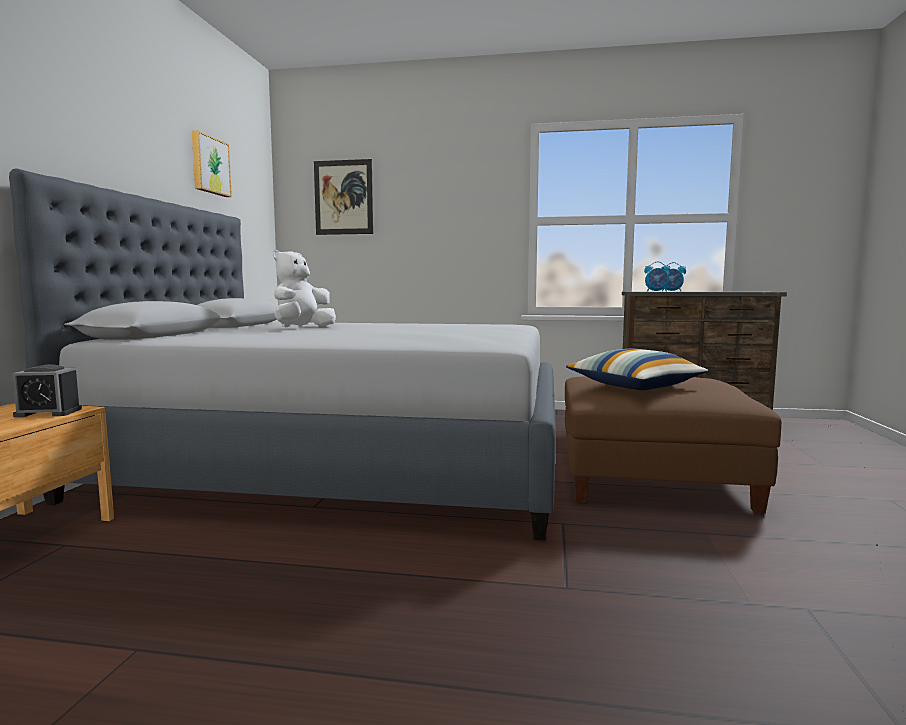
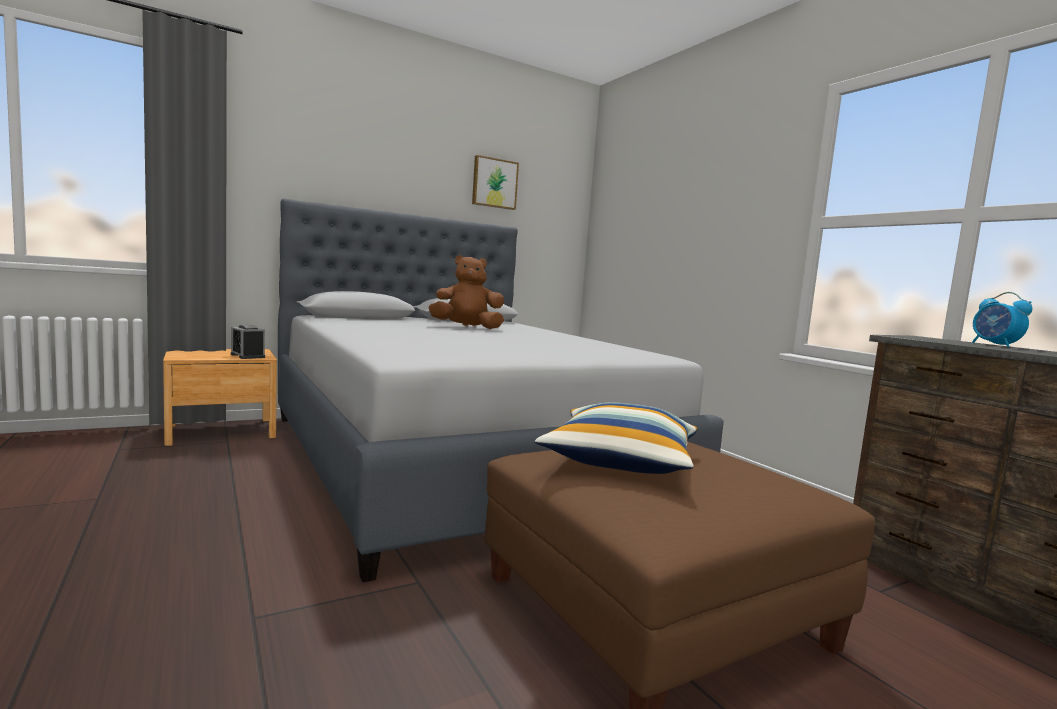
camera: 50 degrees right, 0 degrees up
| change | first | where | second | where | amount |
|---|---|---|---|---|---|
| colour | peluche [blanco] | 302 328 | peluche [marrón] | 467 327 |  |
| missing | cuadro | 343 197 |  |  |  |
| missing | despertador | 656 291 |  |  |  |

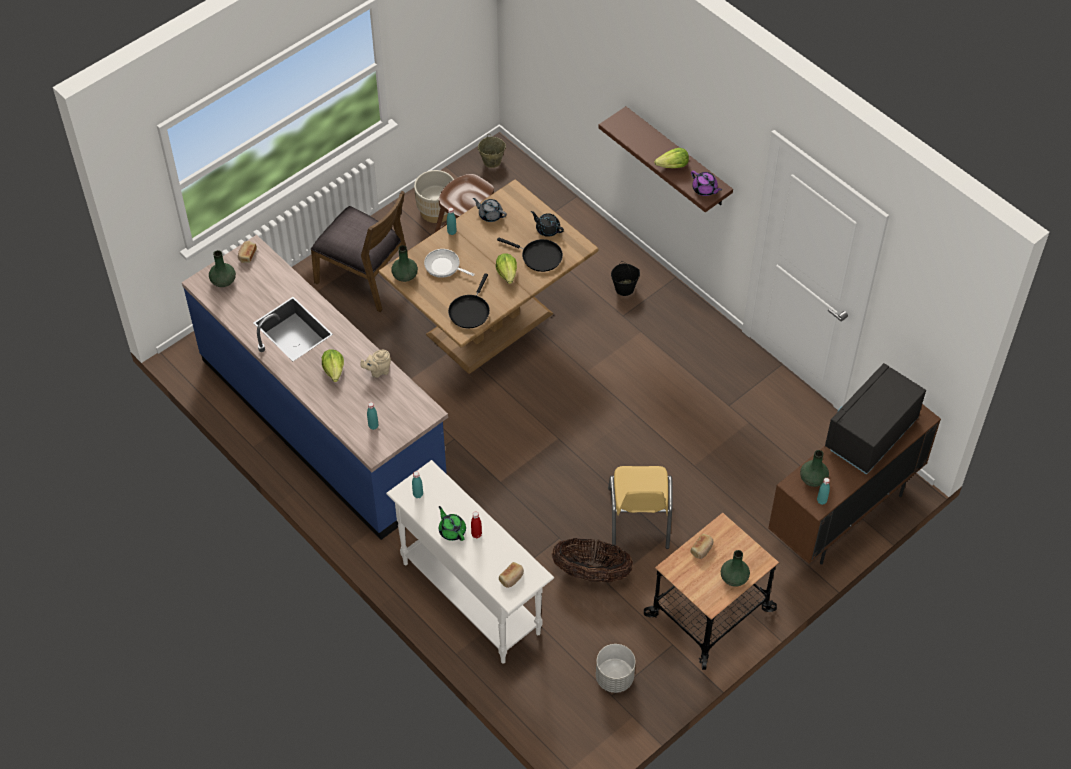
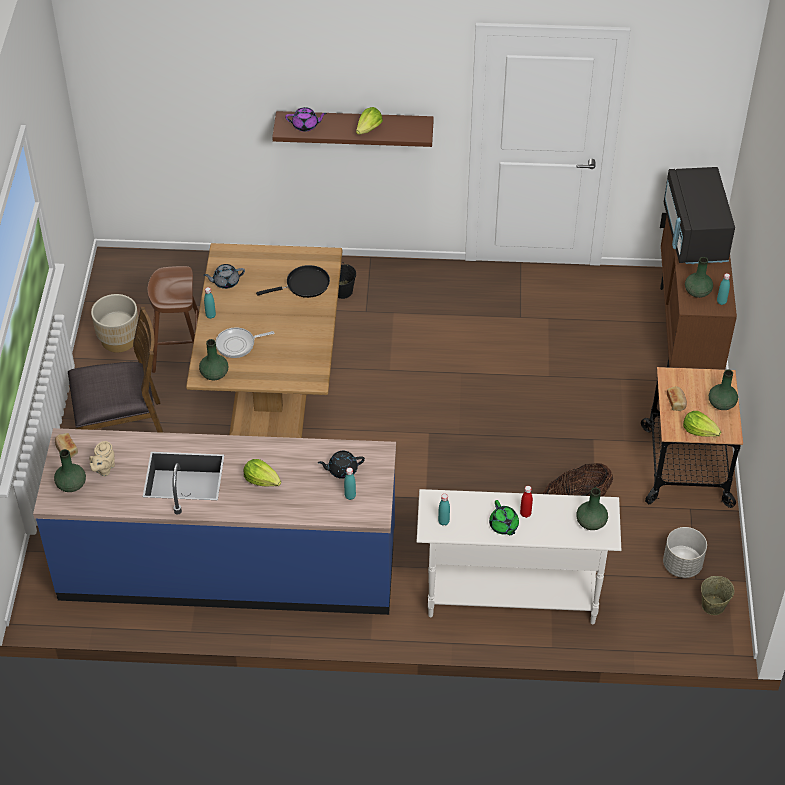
camera: 45 degrees left, 5 degrees down
| change | first | where | second | where | amount |
|---|---|---|---|---|---|
| relocated | tetera [beis] | 378 371 |  | 104 469 |  |
| spun | tetera [verde] | 452 530 |  | 503 526 | 120 degrees counterclockwise |
| missing | sartén [negro] | 470 311 |  |  |  |
| relocated | cubo [beis] | 491 161 |  | 713 606 |  |
| relocated | lechuga | 507 274 |  | 700 431 |  |
| exchanged | pan | 511 578 | florero [verde] | 591 522 |  |
| relocated | tetera [negro] | 547 229 |  | 342 470 |  |
| missing | silla [amarillo] | 639 518 |  |  |  |
| relocated | tetera [morado] | 705 189 |  | 305 125 |  |

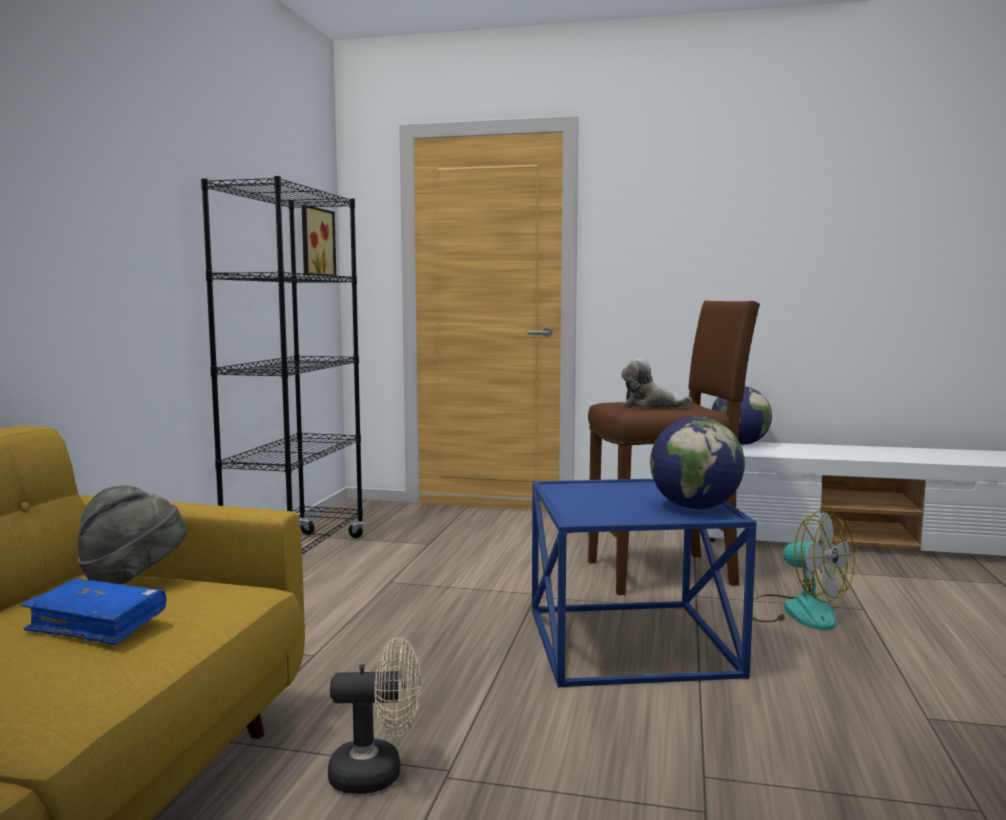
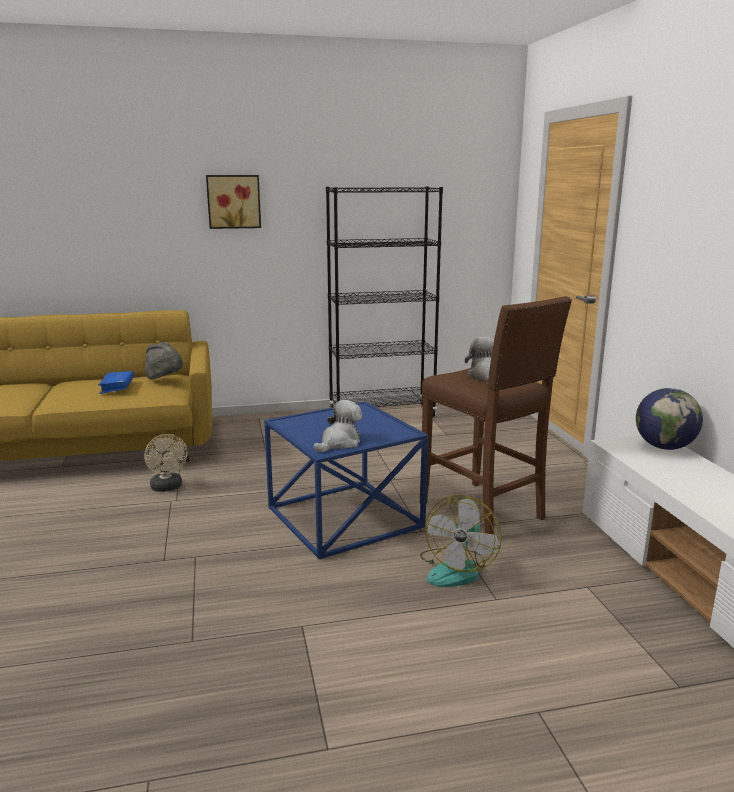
camera: 65 degrees right, 10 degrees up
| change | first | where | second | where | amount |
|---|---|---|---|---|---|
| relocated | cuadro | 315 242 |  | 233 201 |  |
| exchanged | globo terráqueo | 695 508 | peluche | 339 443 |  |

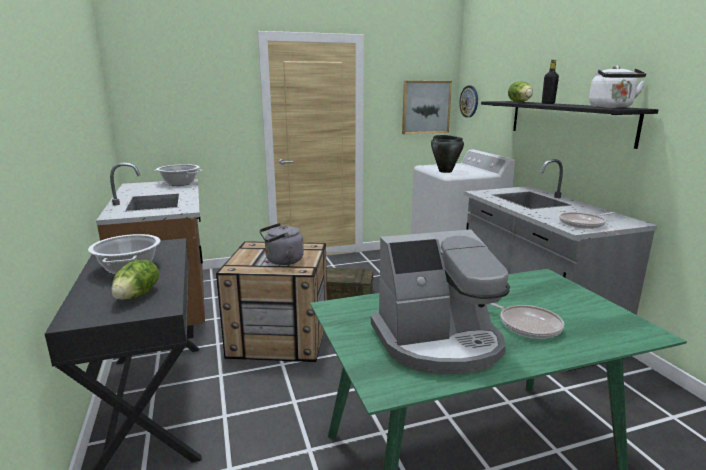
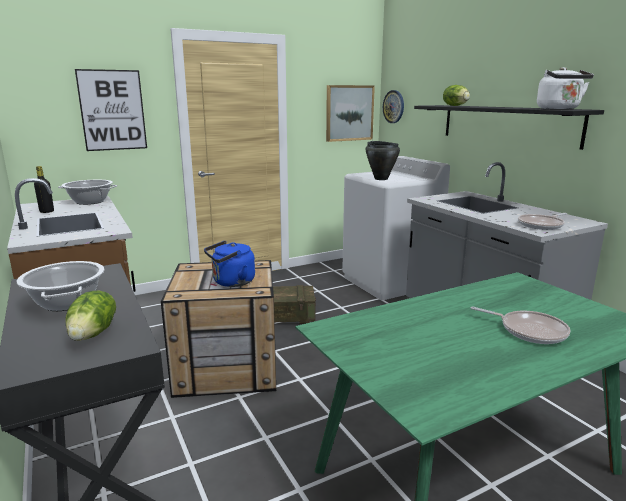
camera: 10 degrees left, 0 degrees up
| change | first | where | second | where | amount |
|---|---|---|---|---|---|
| colour | hervidor [gris] | 282 261 | hervidor [azul] | 231 282 |  |
| missing | cafetera | 438 342 |  |  |  |
| relocated | botella [negro] | 548 103 |  | 47 211 |  |
| appeared |  |  | cuadro | 112 110 |  |

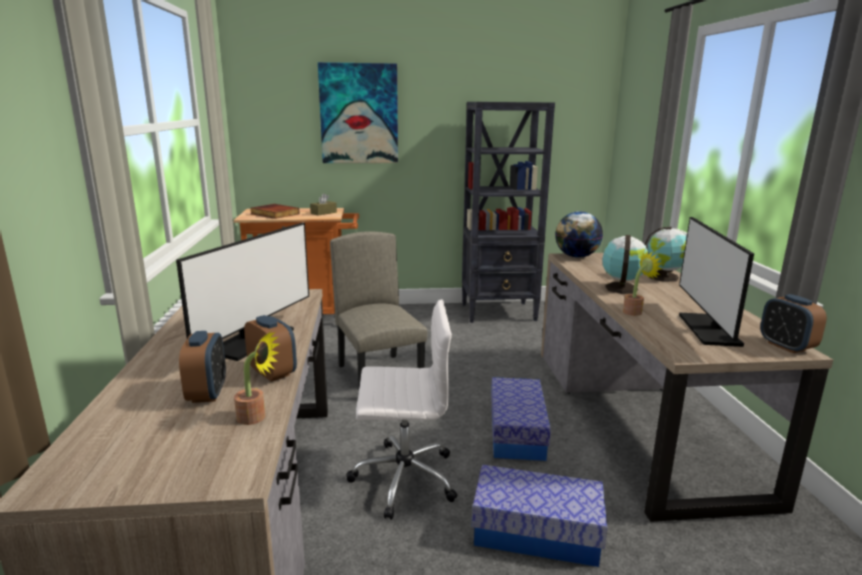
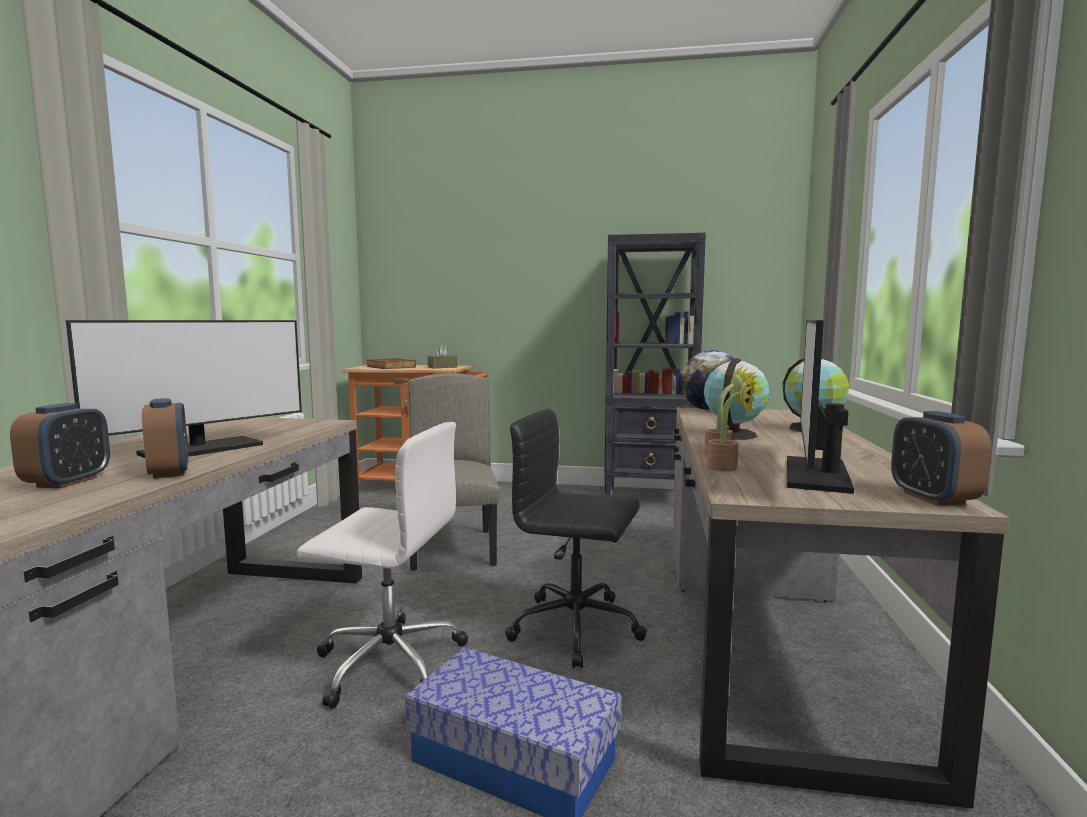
camera: 15 degrees right, 10 degrees down
| change | first | where | second | where | amount |
|---|---|---|---|---|---|
| relocated | planta en maceta | 256 418 |  | 728 468 |  |
| missing | cuadro | 359 114 |  |  |  |
| exchanged | caja de almacenaje | 516 432 | silla de oficina [negro] | 578 628 |  |

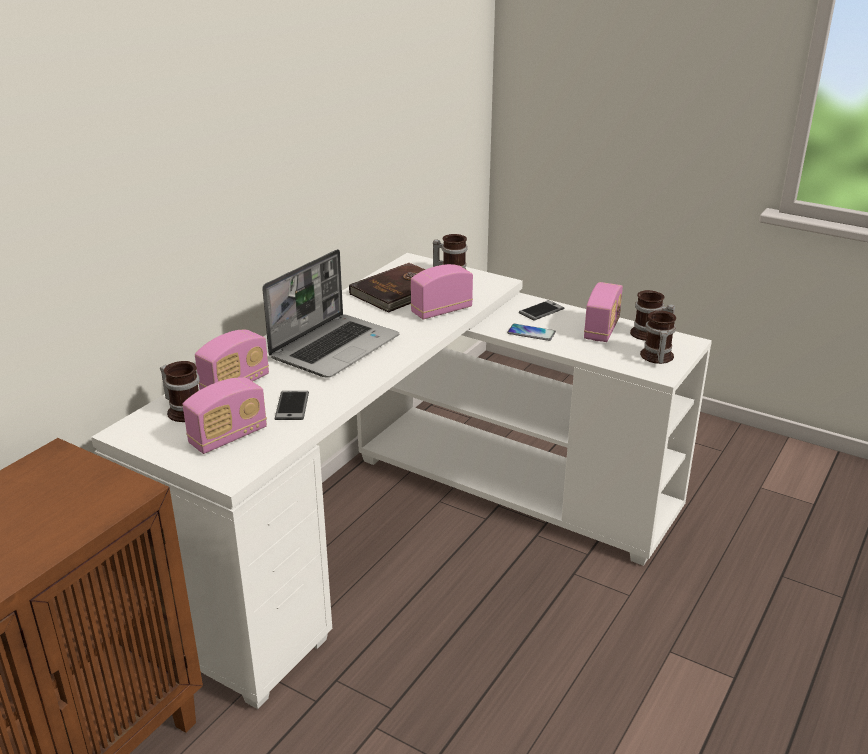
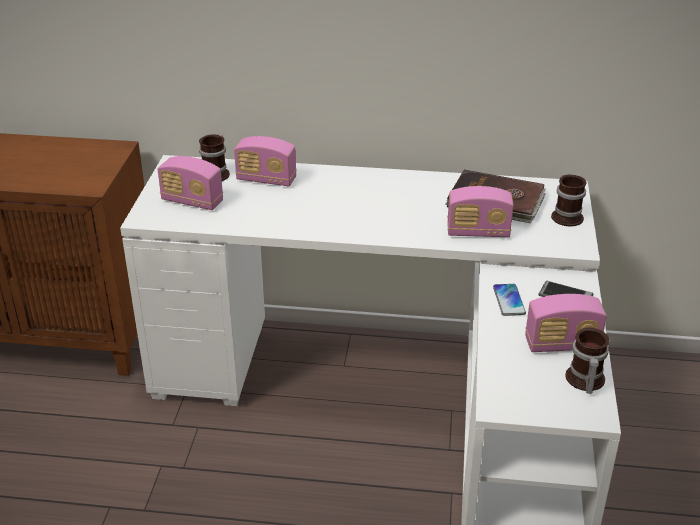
camera: 65 degrees right, 5 degrees up
| change | first | where | second | where | amount |
|---|---|---|---|---|---|
| missing | portátil | 335 347 |  |  |  |
| missing | móvil | 292 406 |  |  |  |
| spun | radio | 441 311 |  | 478 232 | 150 degrees clockwise |
| missing | taza grande | 655 357 |  |  |  |

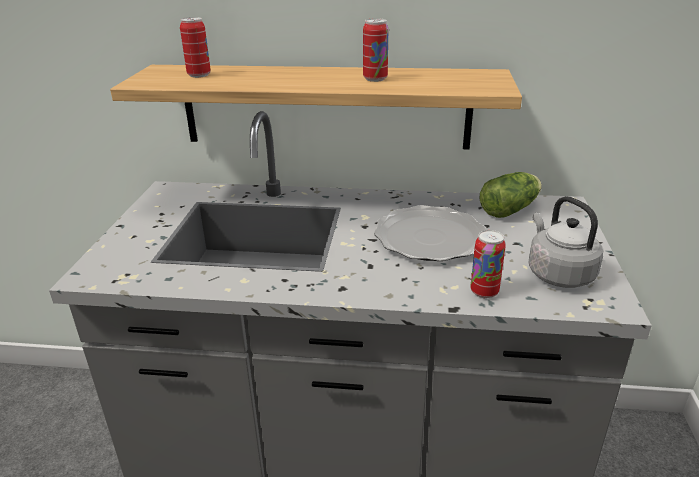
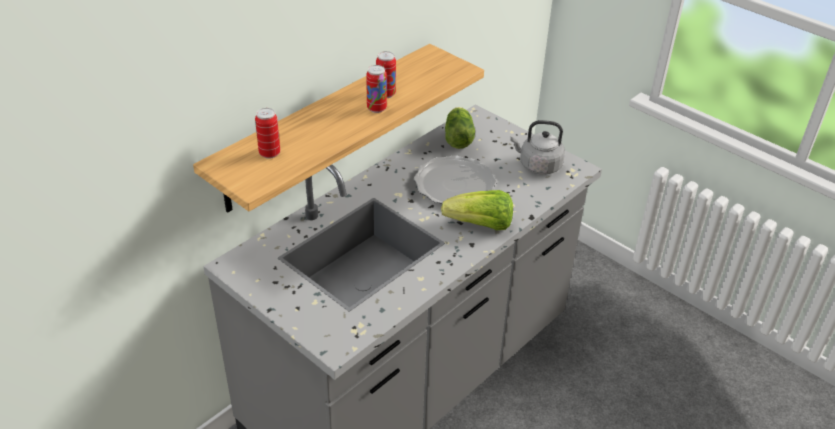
camera: 55 degrees left, 10 degrees up
| change | first | where | second | where | amount |
|---|---|---|---|---|---|
| relocated | lata | 484 292 |  | 376 108 |  |
| appeared |  |  | lechuga | 480 225 |  |

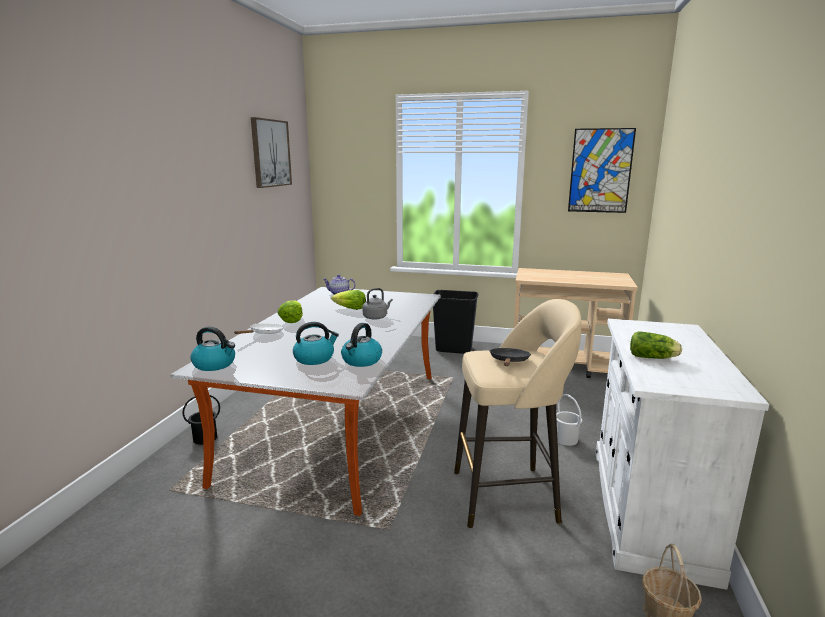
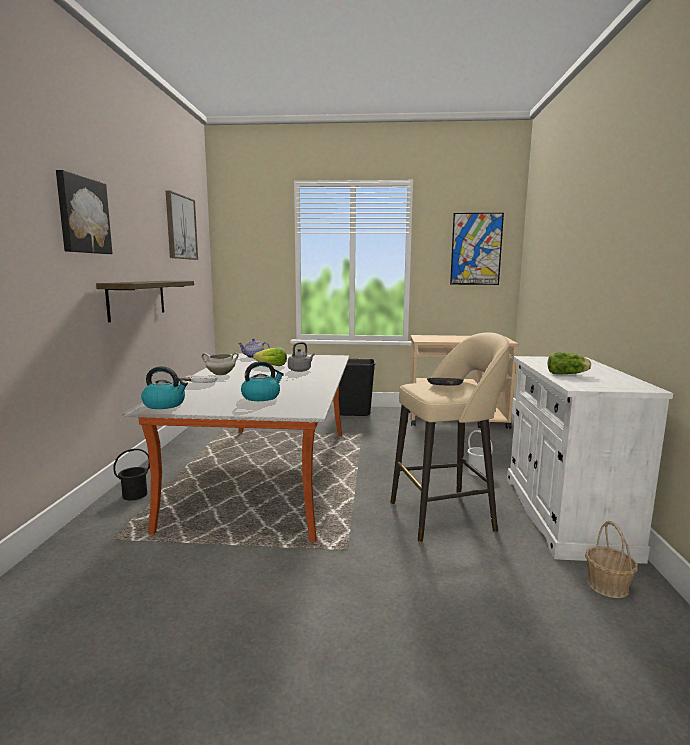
camera: 10 degrees left, 5 degrees down
| change | first | where | second | where | amount |
|---|---|---|---|---|---|
| exchanged | lechuga | 292 320 | olla [blanco] | 220 374 |  |
| missing | hervidor | 361 361 |  |  |  |
| appeared |  |  | cuadro | 82 215 |  |
| appeared |  |  | estante | 137 299 |  |

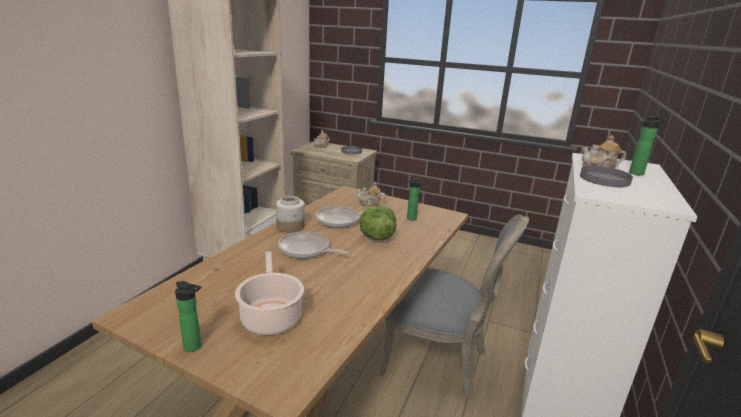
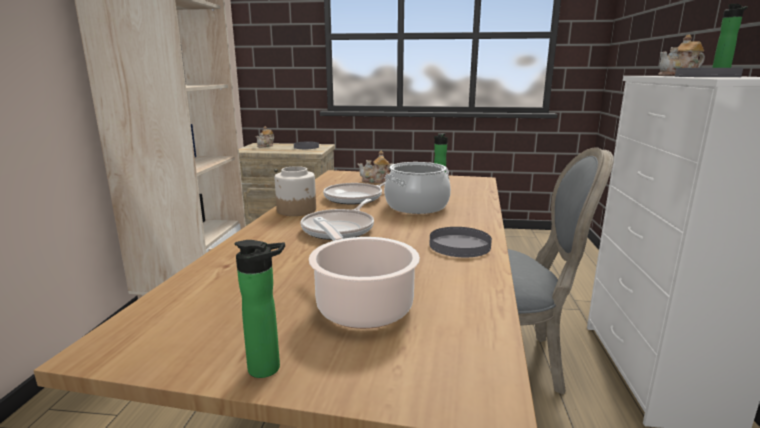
camera: 15 degrees left, 5 degrees down
| change | first | where | second | where | amount |
|---|---|---|---|---|---|
| spun | sartén | 306 250 |  | 340 229 | 75 degrees counterclockwise |
| exchanged | lechuga | 376 237 | olla | 417 206 |  |
| appeared |  |  | plato [gris] | 459 245 |  |

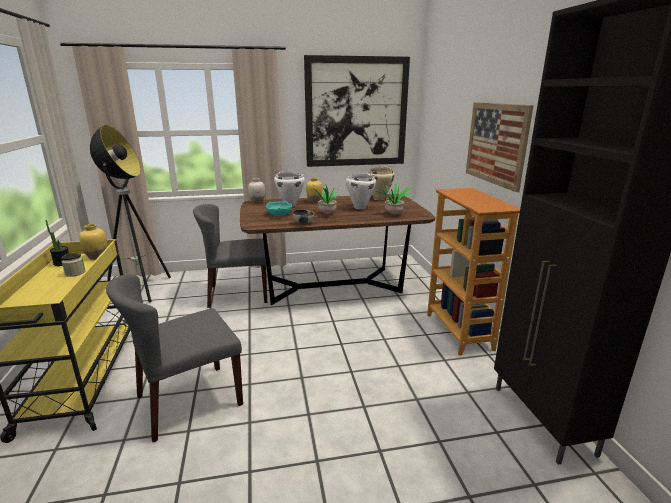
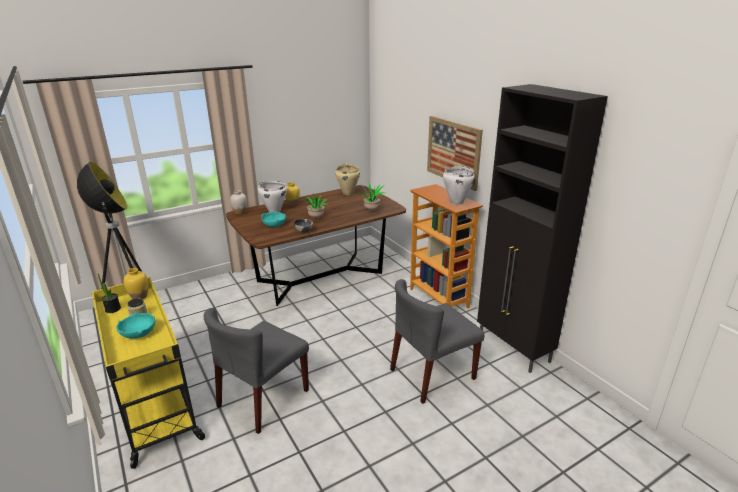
camera: 20 degrees left, 5 degrees up
| change | first | where | second | where | amount |
|---|---|---|---|---|---|
| relocated | silla [gris] | 238 294 |  | 432 374 |  |
| missing | cuadro | 356 112 |  |  |  |
| relocated | olla [blanco] | 359 207 |  | 456 202 |  |
| appeared |  |  | cuenco [turquesa] | 139 333 |  |

